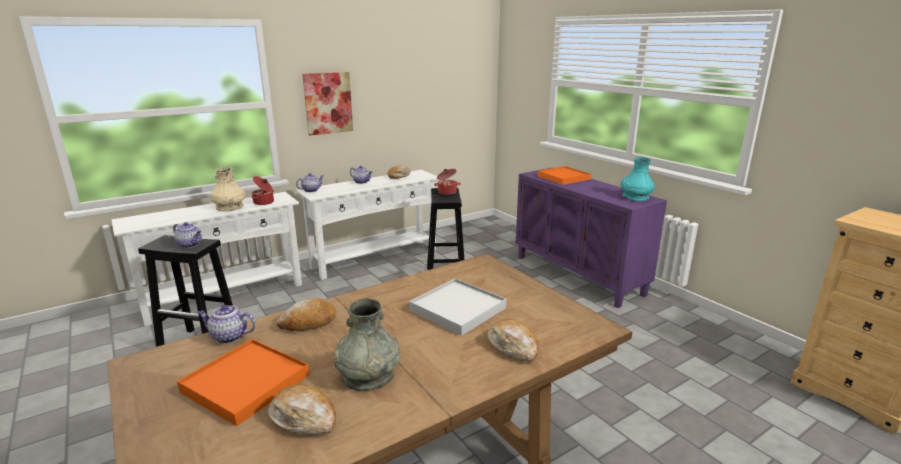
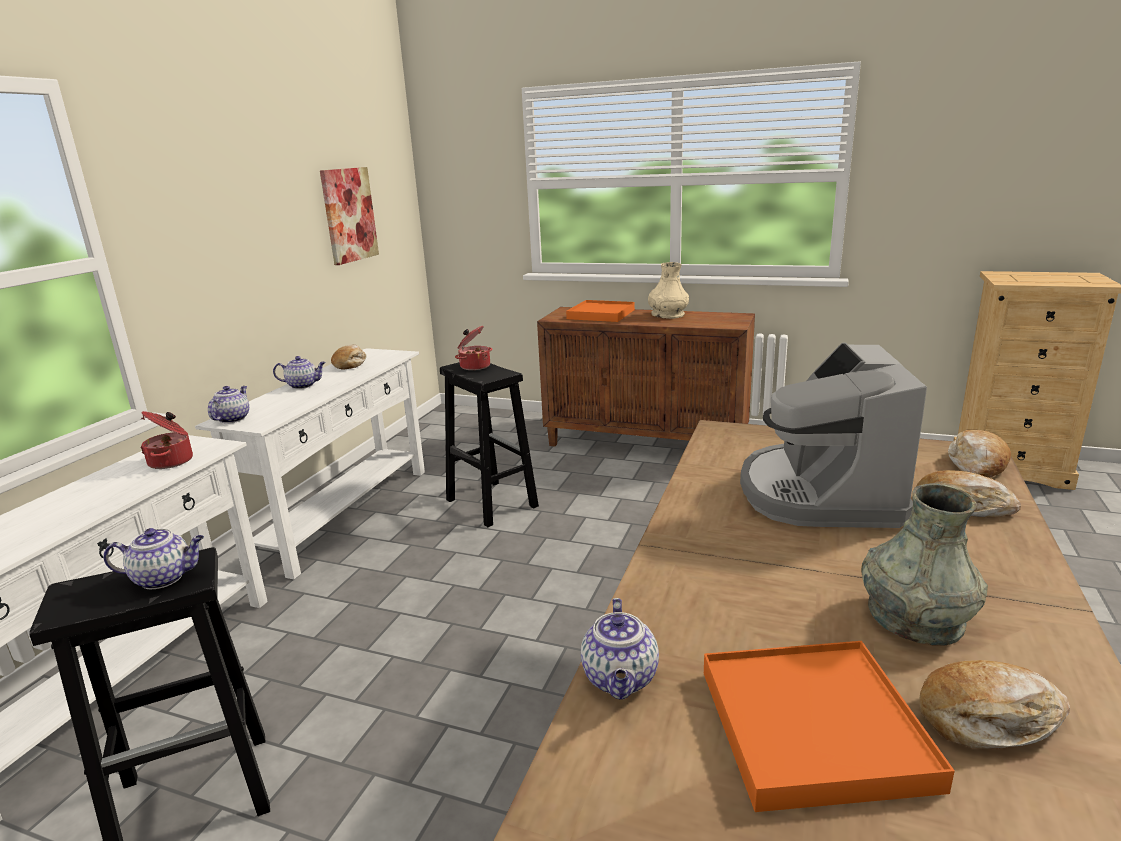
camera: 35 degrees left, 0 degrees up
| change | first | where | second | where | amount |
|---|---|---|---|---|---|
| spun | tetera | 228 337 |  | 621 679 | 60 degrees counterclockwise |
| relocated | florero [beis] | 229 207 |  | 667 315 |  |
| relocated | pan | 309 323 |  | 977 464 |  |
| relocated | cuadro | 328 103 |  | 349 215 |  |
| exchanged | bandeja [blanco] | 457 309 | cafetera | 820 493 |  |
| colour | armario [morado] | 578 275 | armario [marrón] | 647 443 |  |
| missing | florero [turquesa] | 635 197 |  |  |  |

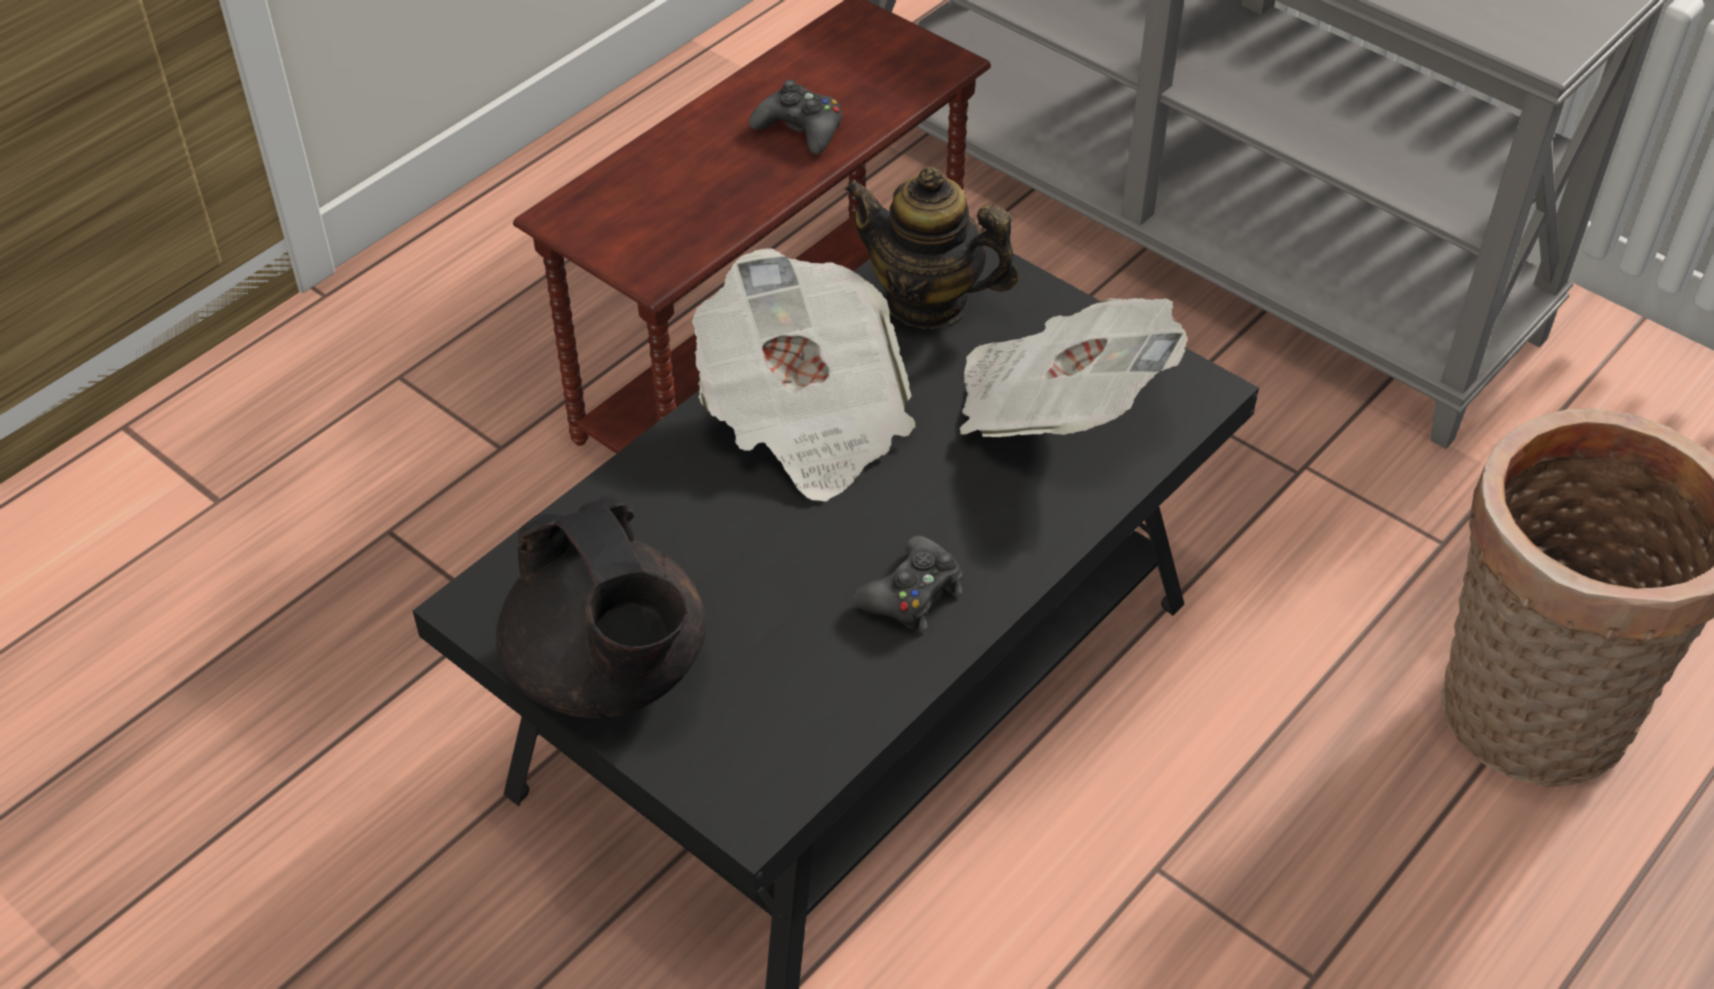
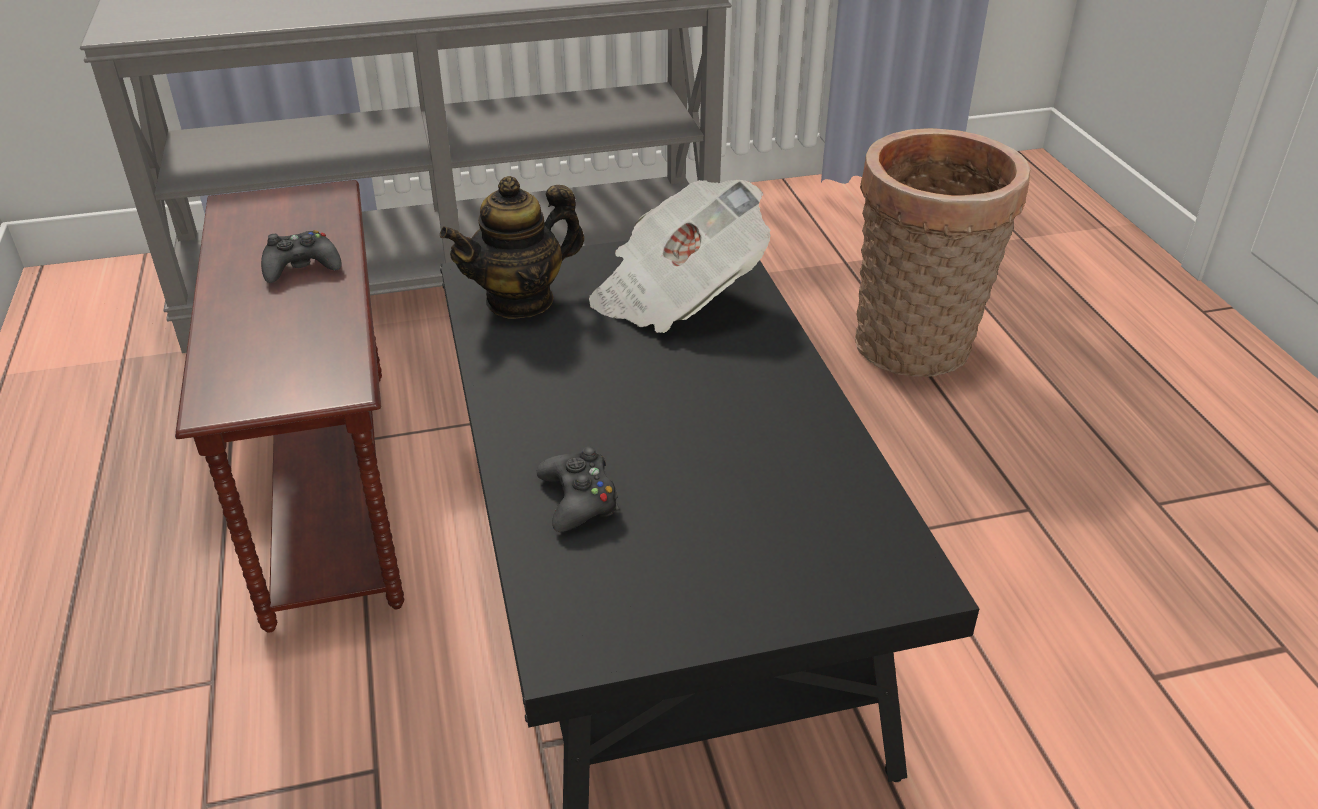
camera: 55 degrees left, 10 degrees down
| change | first | where | second | where | amount |
|---|---|---|---|---|---|
| missing | tetera [negro] | 610 673 |  |  |  |
| missing | periódico | 806 417 |  |  |  |
| relocated | mando de consola [negro] | 912 594 |  | 579 499 |  |

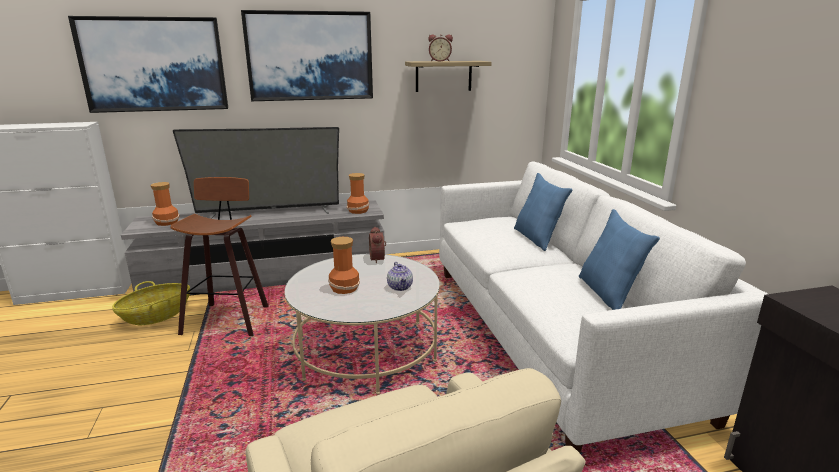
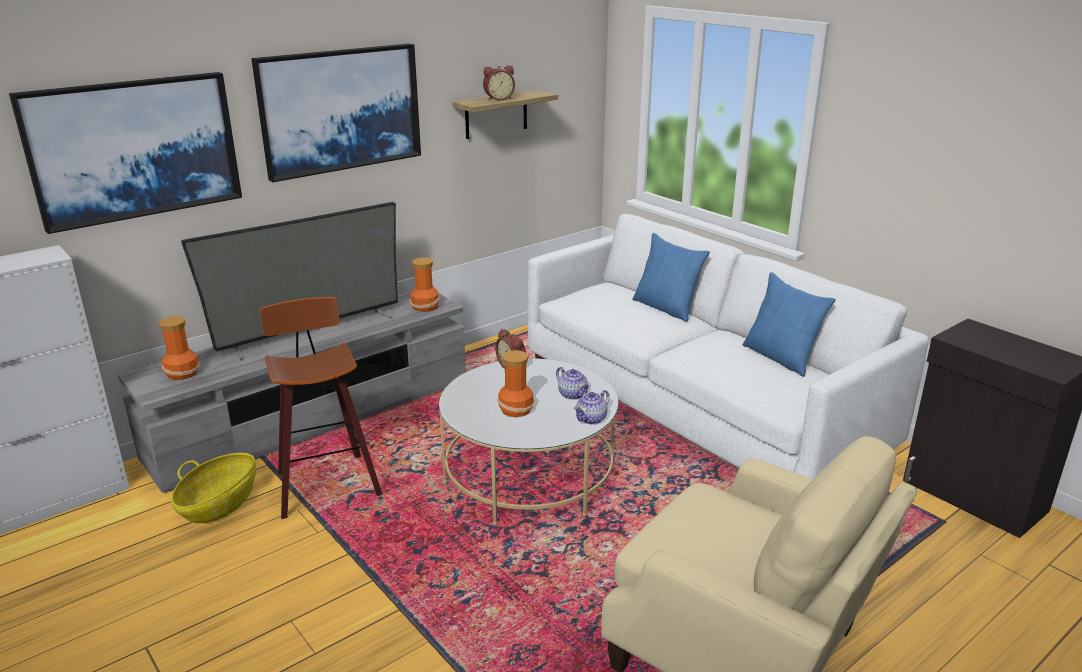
camera: 25 degrees left, 5 degrees up
| change | first | where | second | where | amount |
|---|---|---|---|---|---|
| appeared |  |  | tetera | 591 419 |  |

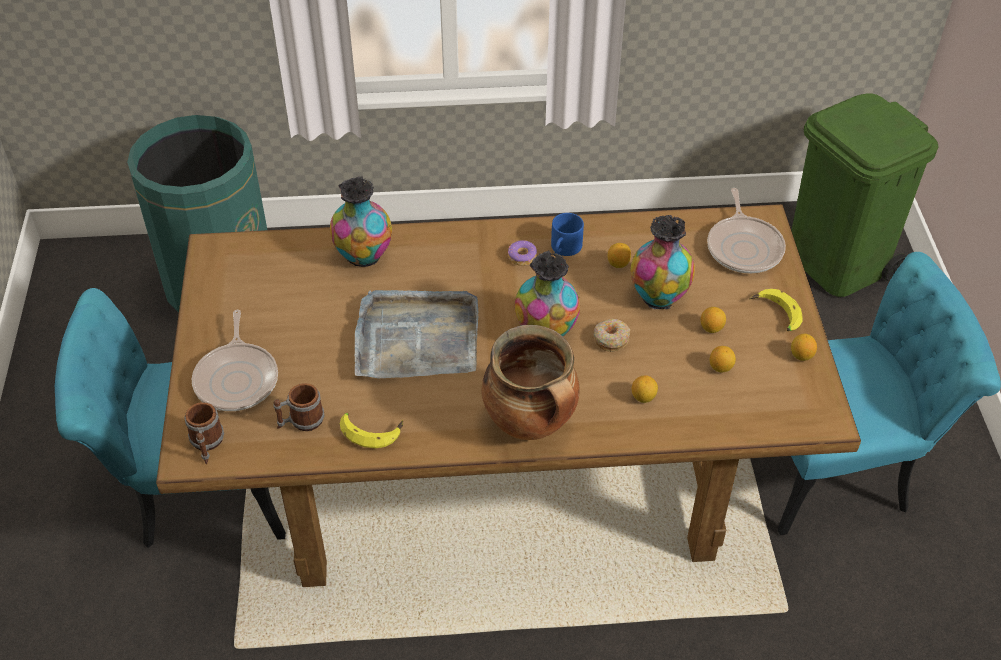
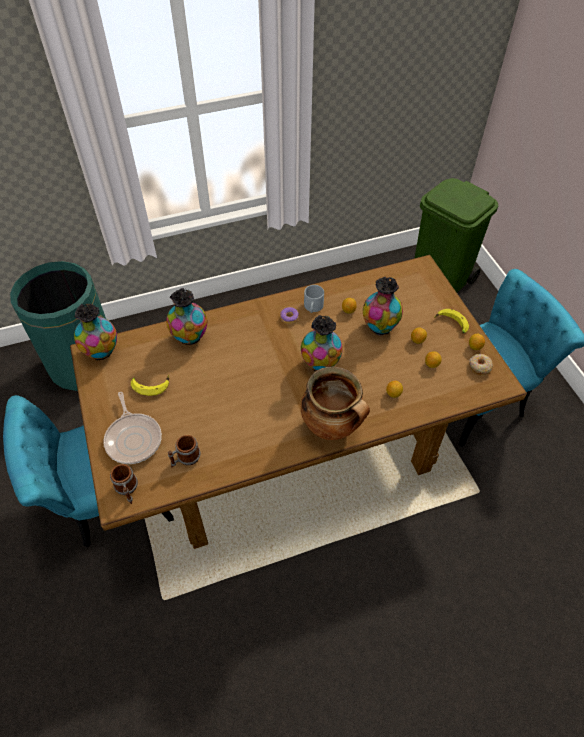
camera: 15 degrees left, 5 degrees up
| change | first | where | second | where | amount |
|---|---|---|---|---|---|
| relocated | plátano | 371 430 |  | 151 385 |  |
| missing | bandeja [gris] | 416 338 |  |  |  |
| colour | taza grande [azul] | 565 249 | taza grande [gris] | 313 307 |  |
| relocated | rosquilla | 611 339 |  | 479 367 |  |
| missing | sartén | 744 247 |  |  |  |
| appeared |  |  | florero | 102 352 |  |

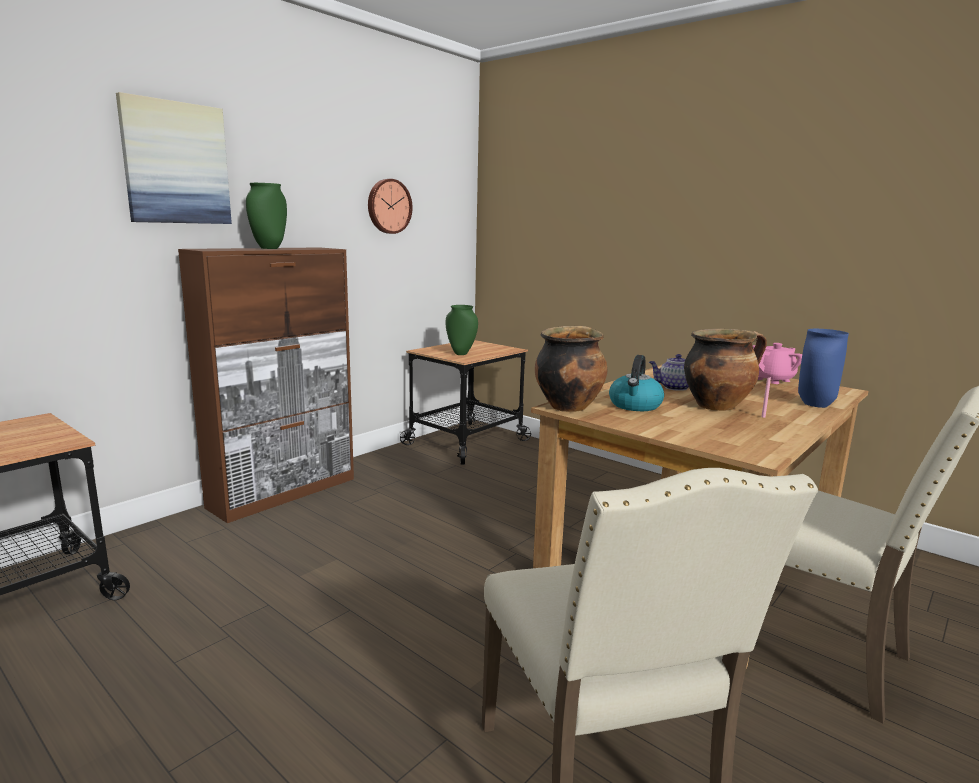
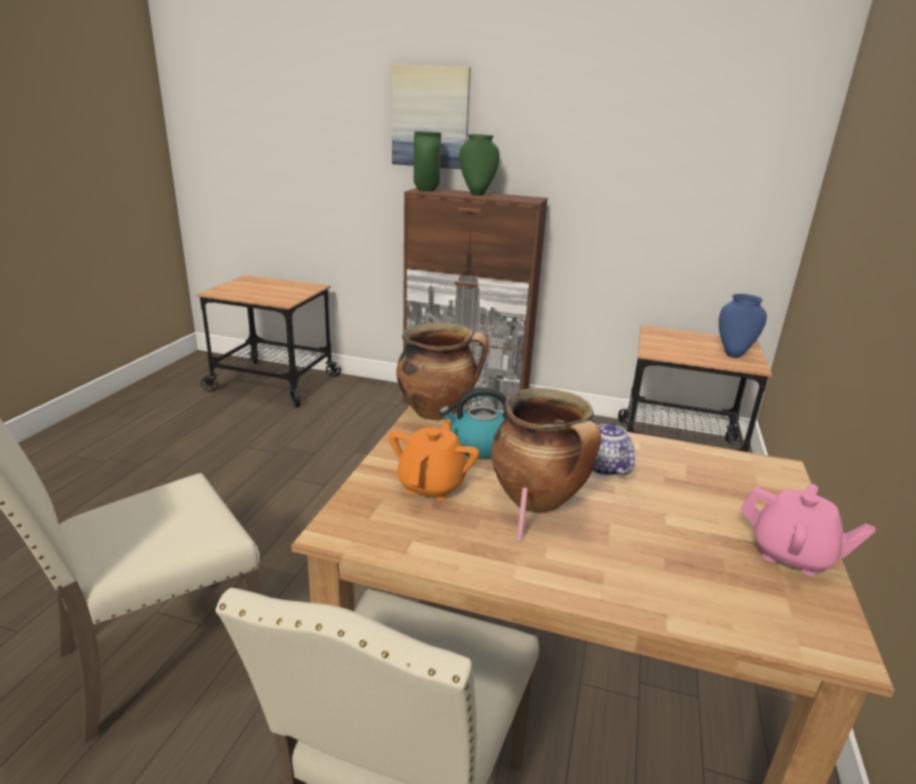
camera: 65 degrees right, 10 degrees up
| change | first | where | second | where | amount |
|---|---|---|---|---|---|
| missing | reloj de pared | 388 206 |  |  |  |
| relocated | florero [verde] | 460 354 |  | 425 190 |  |
| relocated | florero [azul] | 814 404 |  | 733 355 |  |
| appeared |  |  | tetera [naranja] | 432 484 |  |

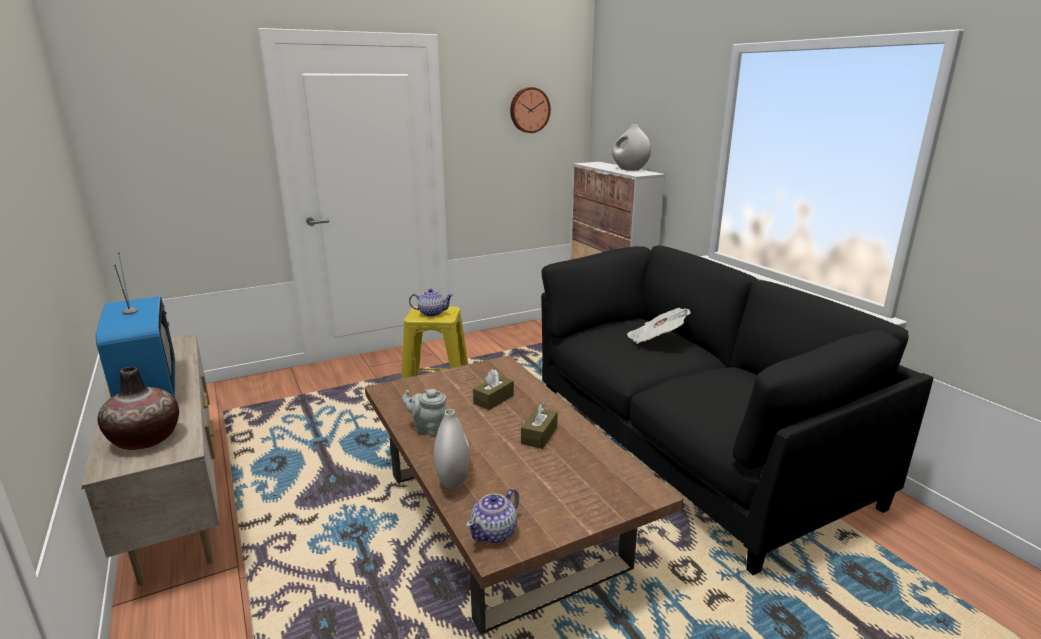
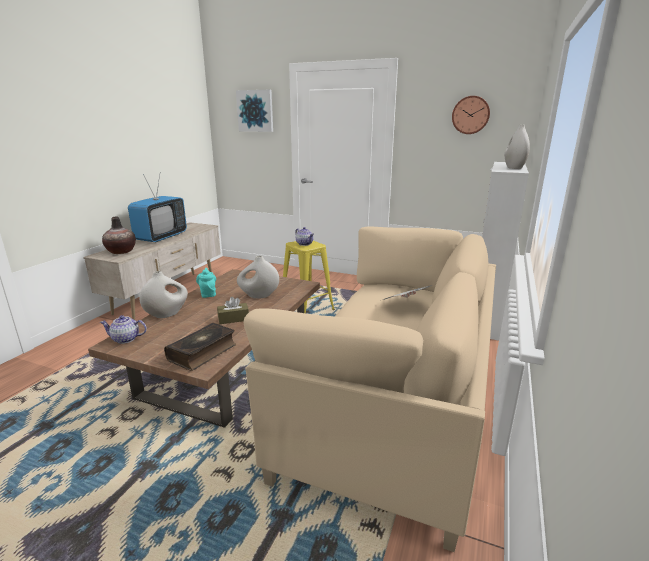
camera: 50 degrees right, 0 degrees up
| change | first | where | second | where | amount |
|---|---|---|---|---|---|
| colour | tetera [gris] | 428 428 | tetera [turquesa] | 208 294 |  |
| exchanged | caja de pañuelos [marrón] | 493 399 | florero [blanco] | 259 296 |  |
| colour | sofá [negro] | 691 447 | sofá [beis] | 393 403 |  |
| appeared |  |  | libro | 203 352 |  |
| appeared |  |  | cuadro | 255 111 |  |

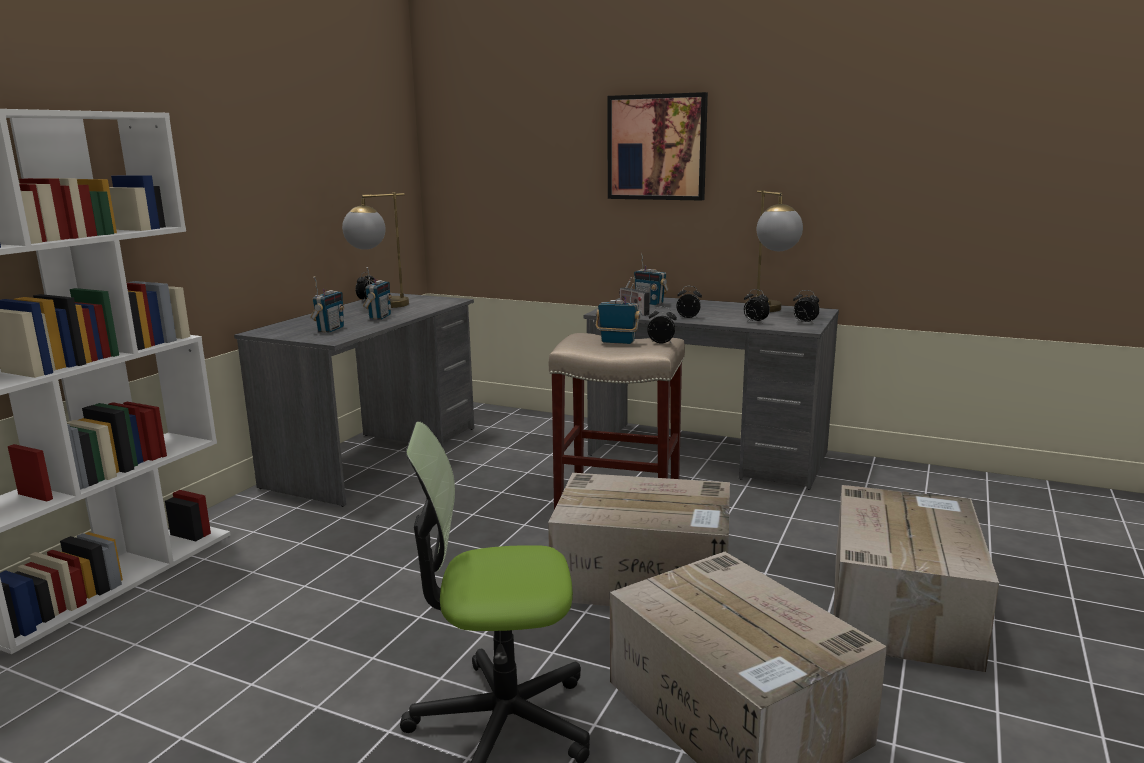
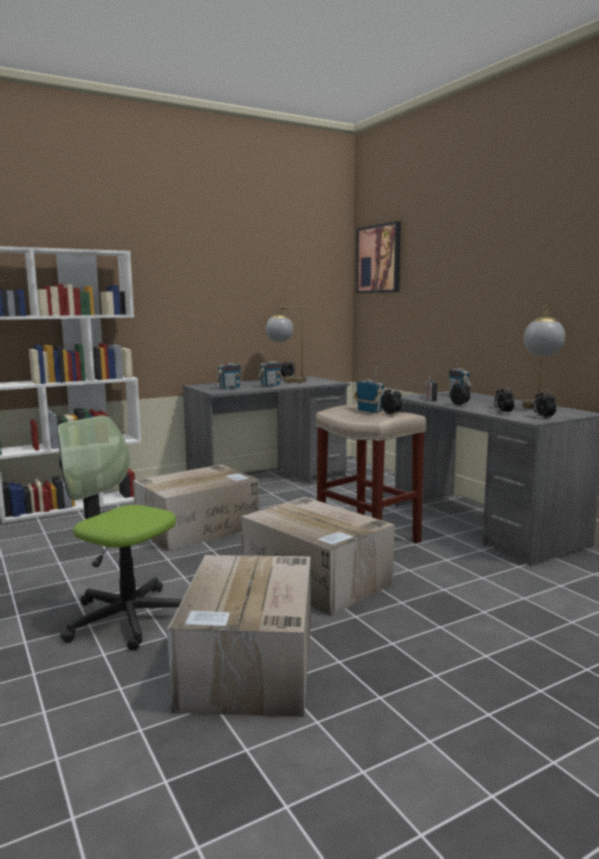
camera: 35 degrees right, 5 degrees down
| change | first | where | second | where | amount |
|---|---|---|---|---|---|
| relocated | cuadro | 657 147 |  | 379 259 |  |
| relocated | caja de cartón | 900 606 |  | 199 527 |  |

